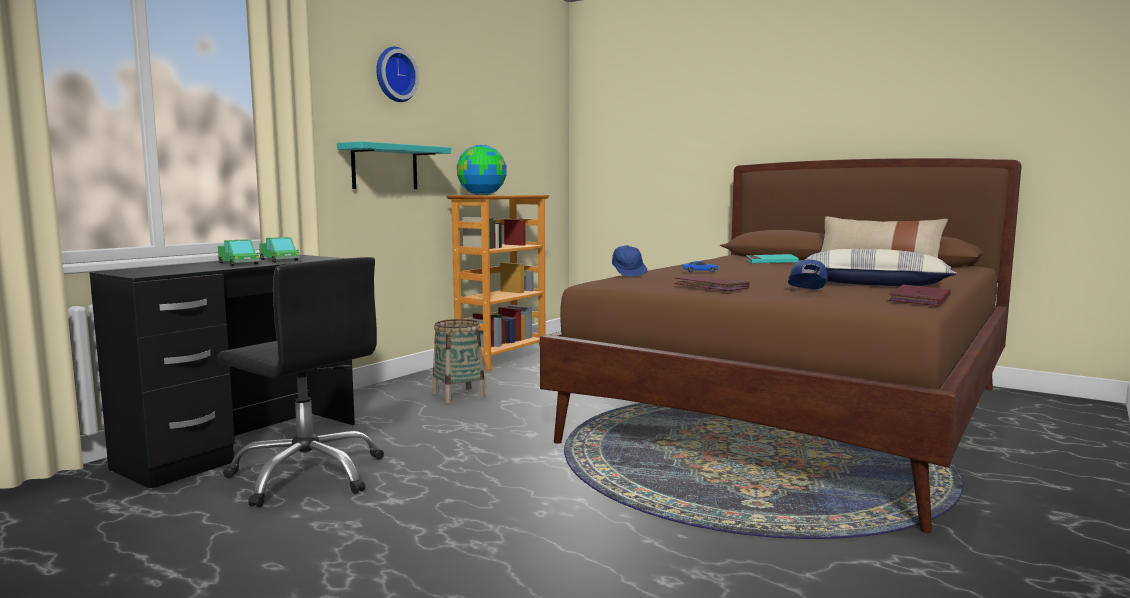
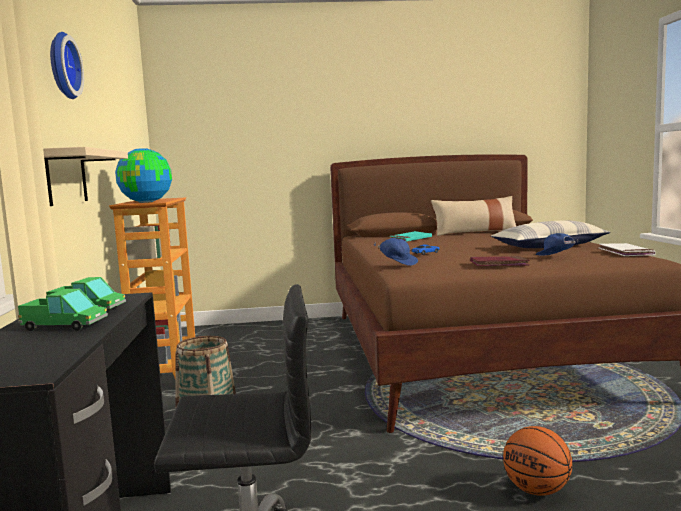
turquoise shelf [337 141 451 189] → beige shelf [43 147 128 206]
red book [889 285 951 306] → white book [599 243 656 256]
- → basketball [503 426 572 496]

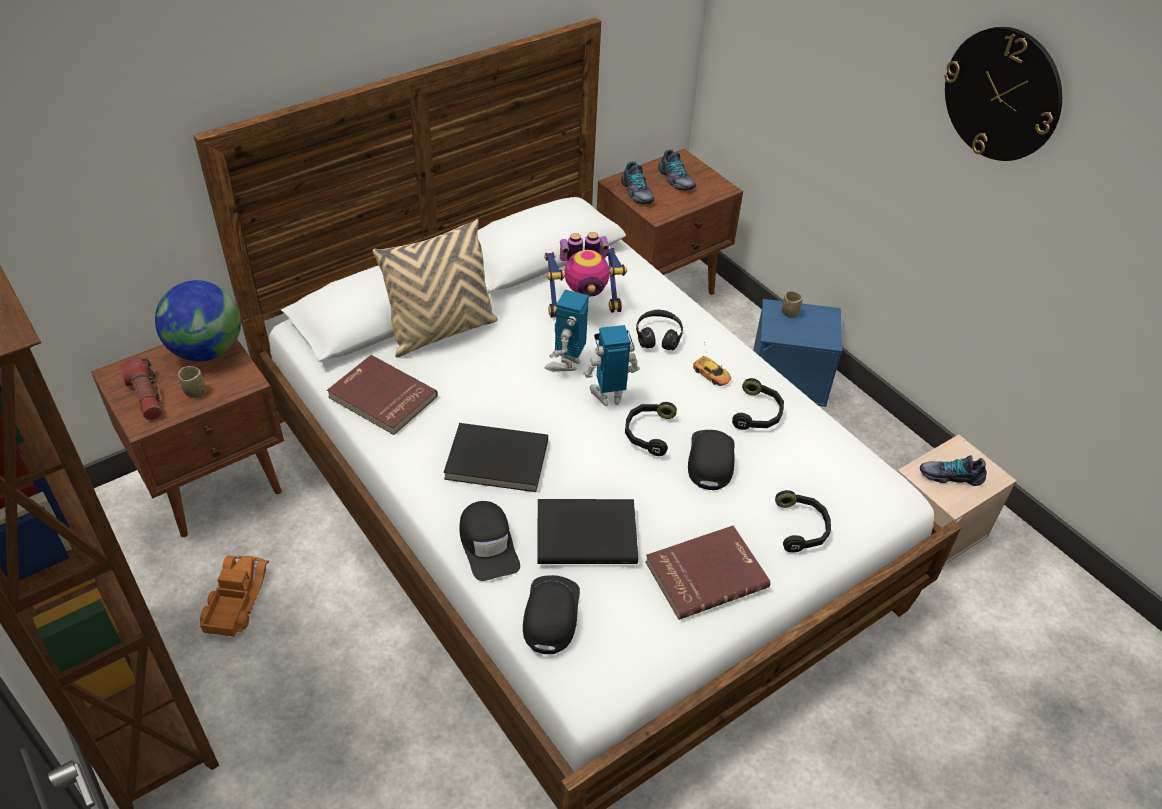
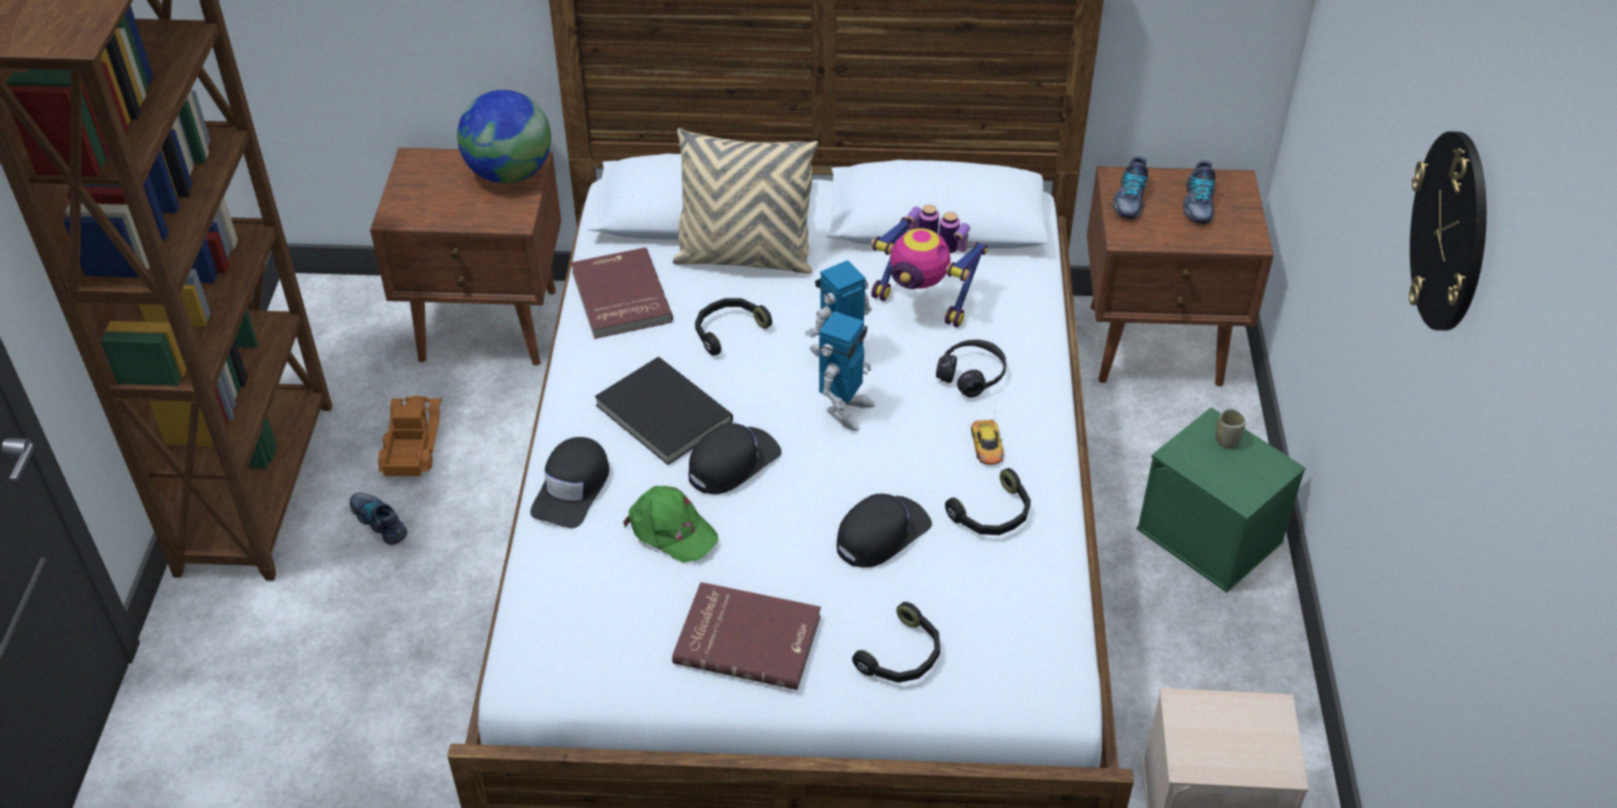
blue storage box [753 299 842 407] → green storage box [1136 407 1306 593]
toy robot [582 325 639 406] → toy robot [819 311 875 431], 90 degrees clockwise
flashlight [119 356 162 420] → -
cup [178 366 205 398] → -
black headphones [625 402 677 456] → black headphones [695 298 772 356], move
shoe [920 455 987 486] → shoe [350 493 408 545], move
black book [537 499 638 564] → green cap [623 486 719 563]
toy truck [199 556 269 637] → toy truck [378 395 442 476], 45 degrees counterclockwise
black cap [523 575 580 654] → black cap [689 423 782 494], move

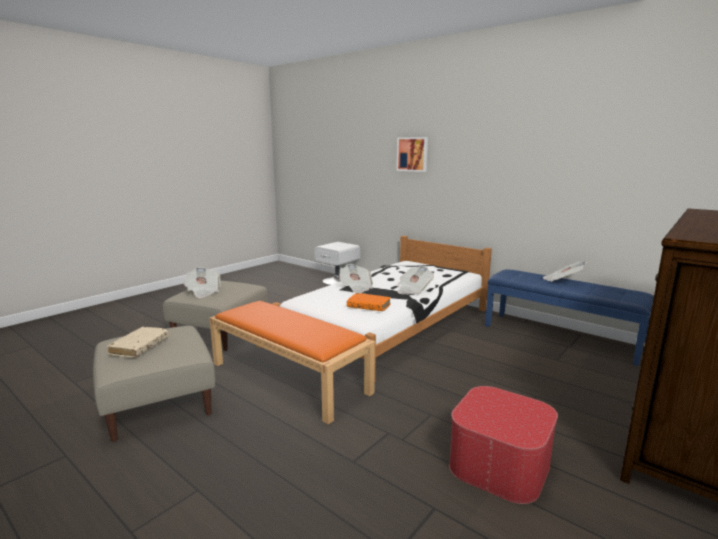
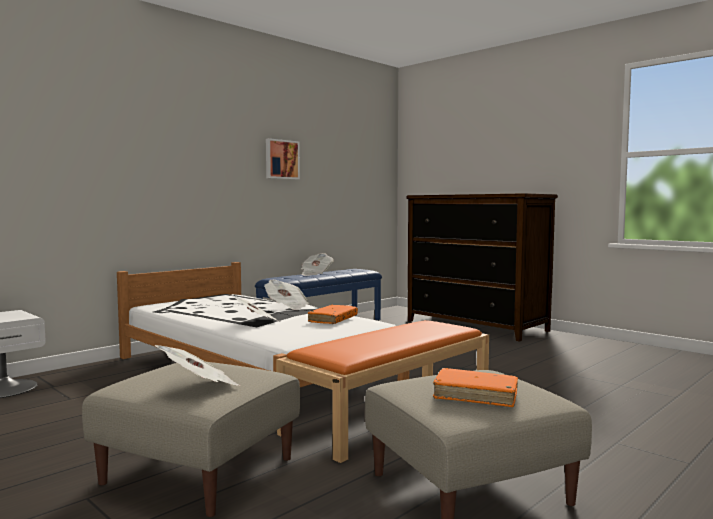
picture [397 137 428 172] → picture [266 138 300 179], move
beige book [107 327 169 357] → orange book [433 368 518 407]
ottoman [449 386 558 504] → -

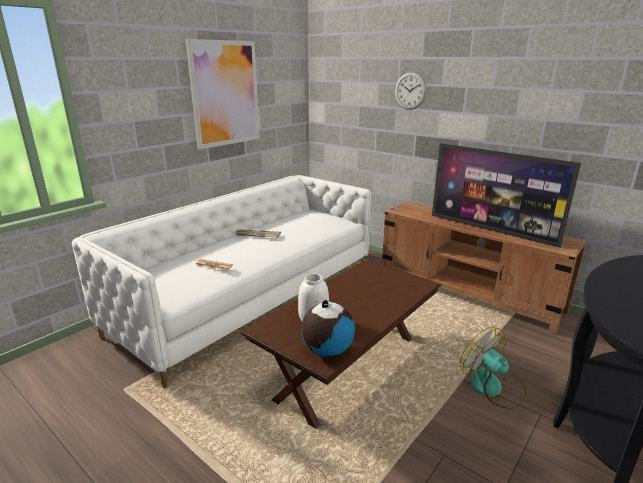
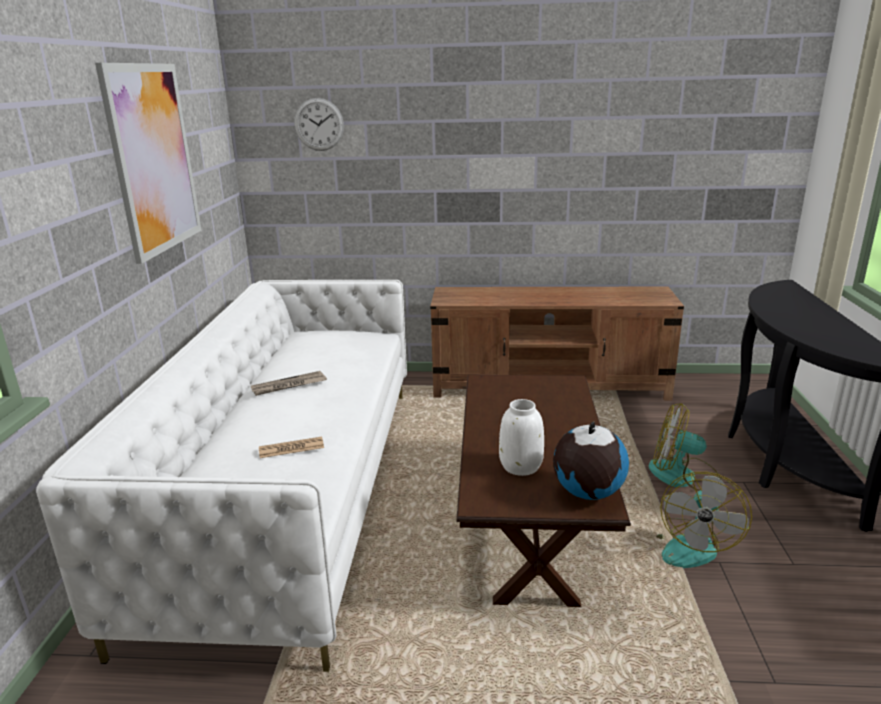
wall clock [395 72 427 110] → wall clock [294 98 344 151], move
television [432 143 581 248] → -
- → fan [656 472 752 568]

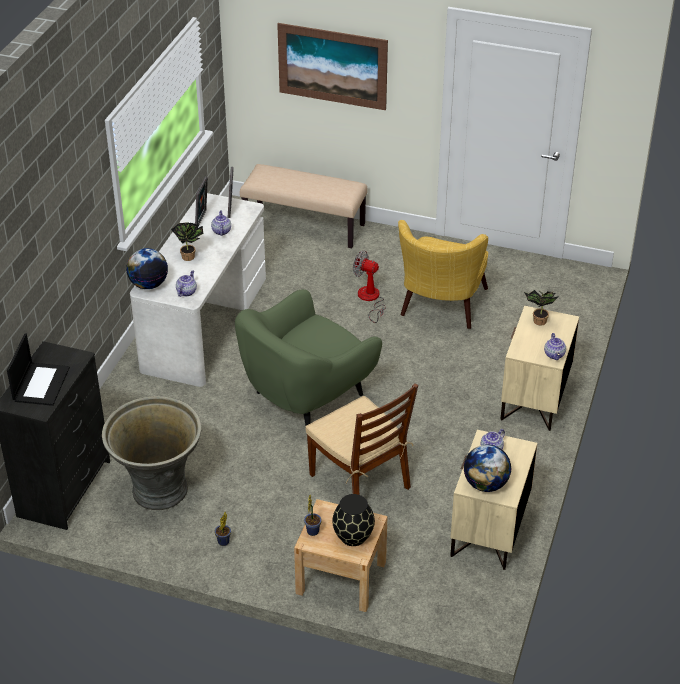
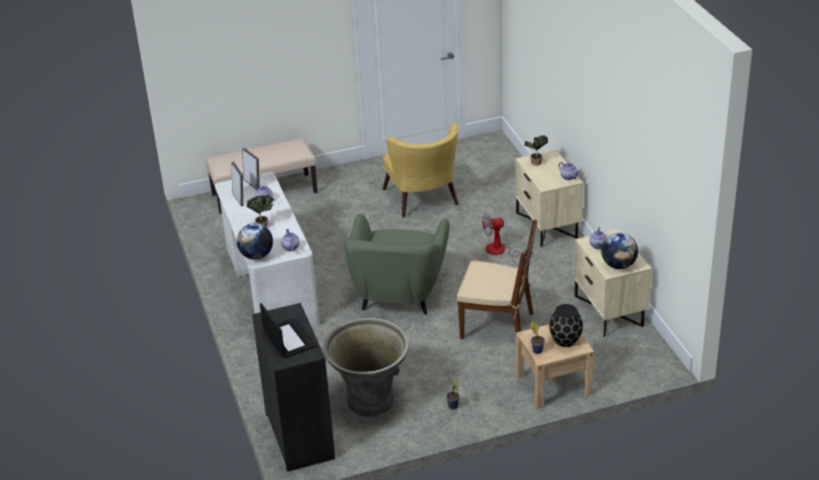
picture [277 23 388 110] → -
fan [353 251 385 323] → fan [482 213 533 265], move

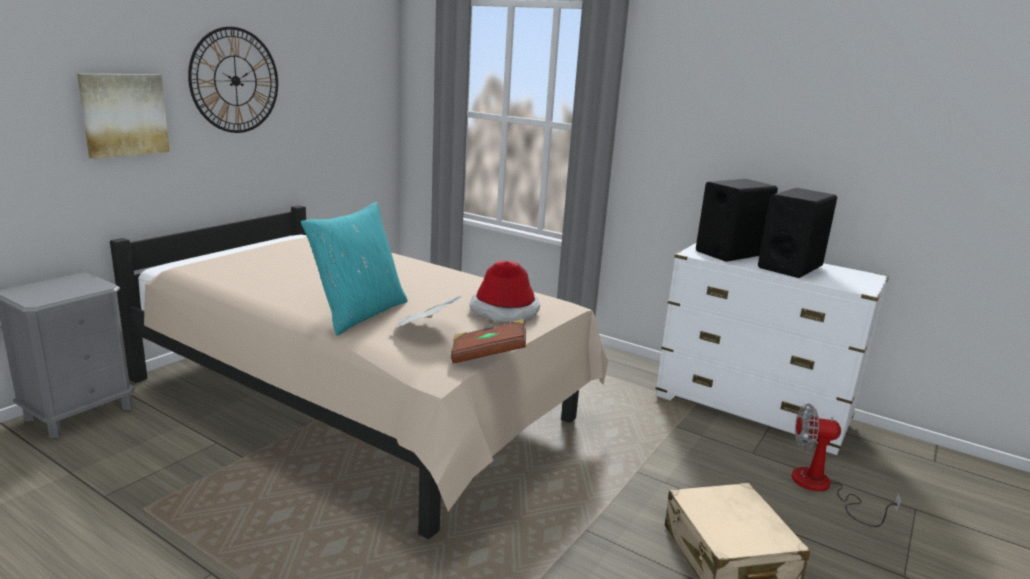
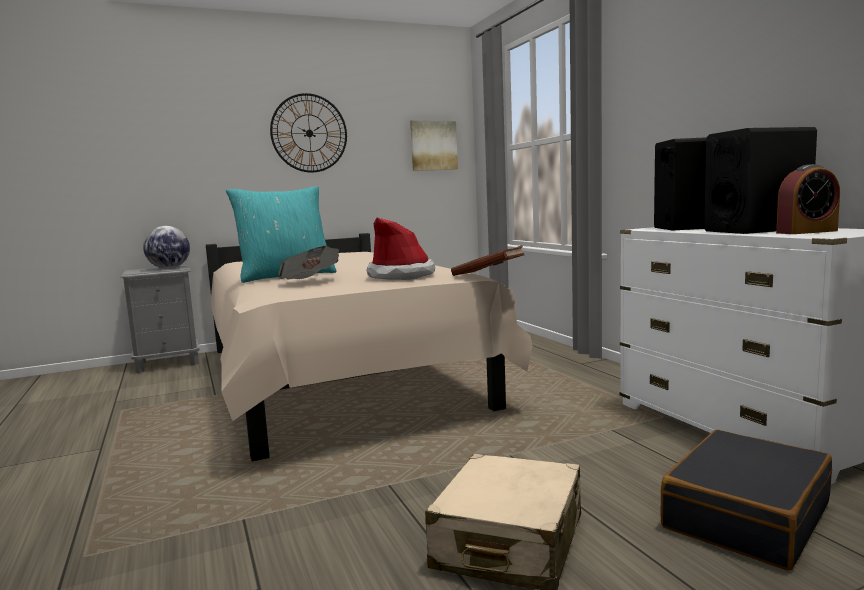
picture [77 74 170 159] → picture [410 120 458 171], move
brown book [451 319 526 364] → brown book [451 245 524 276], move
fan [791 404 901 527] → black suitcase [660 430 832 570]
- → alarm clock [776 164 840 234]
- → globe [143 226 190 269]

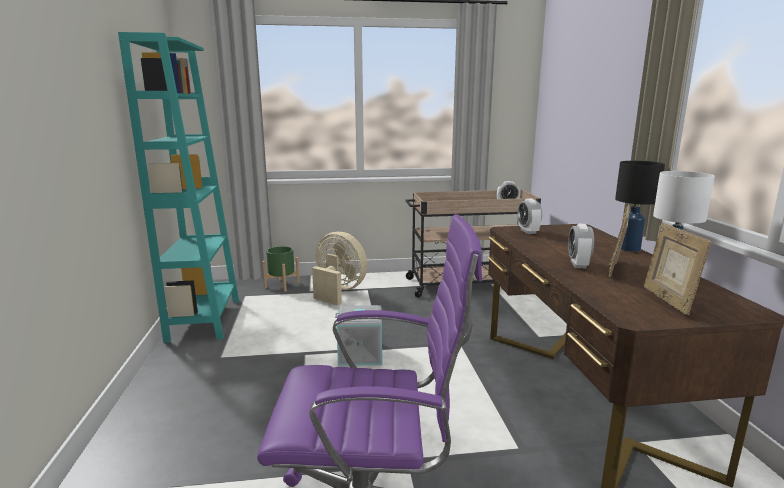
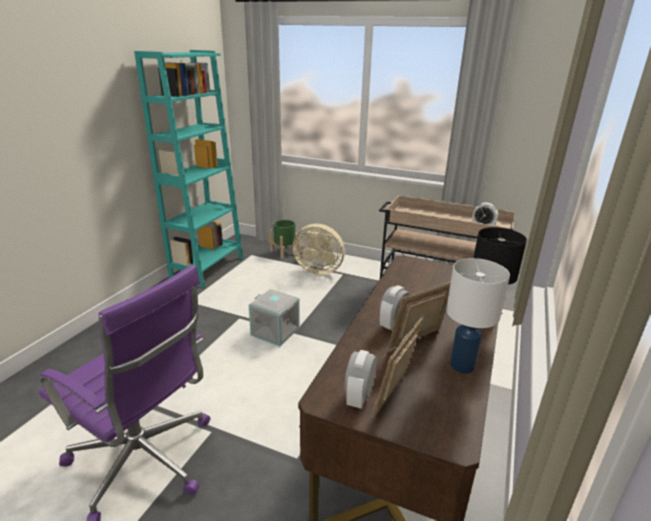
alarm clock [518 199 542 234] → alarm clock [344 350 377 408], move
beige fan [312 232 367 306] → beige fan [293 224 345 275], 135 degrees clockwise

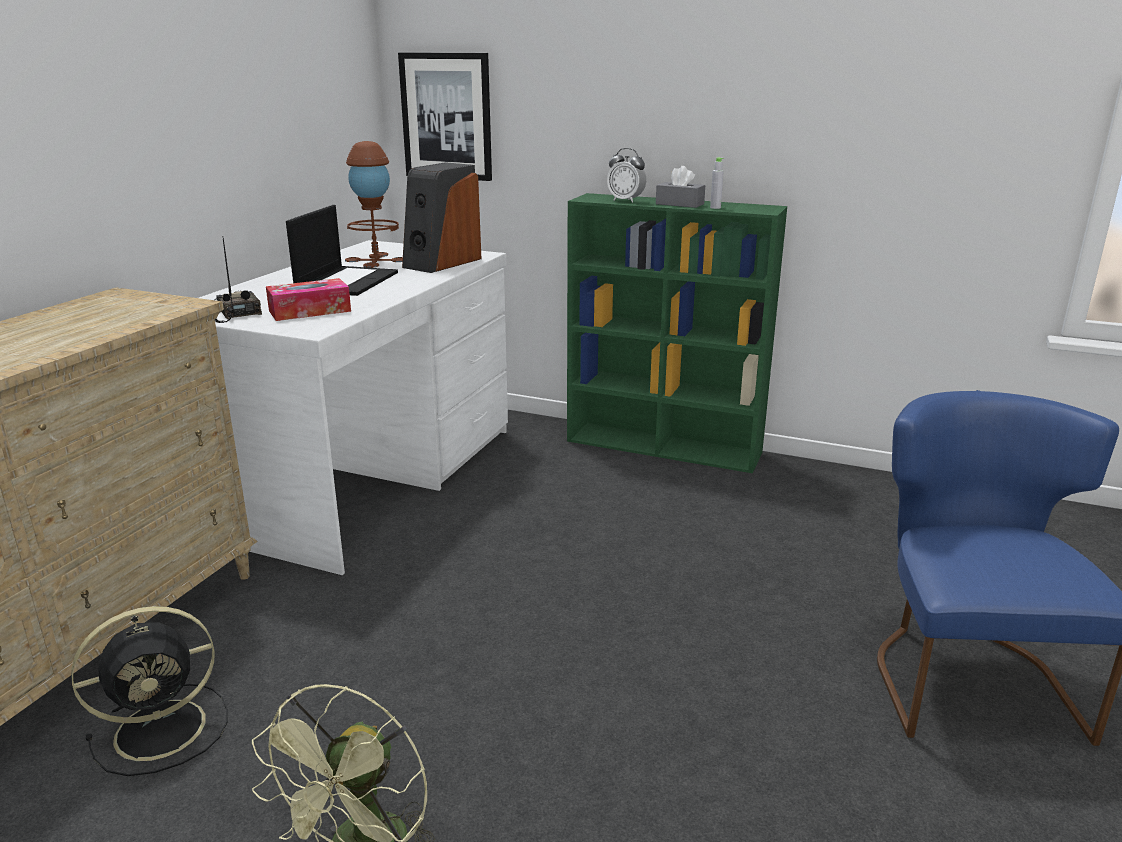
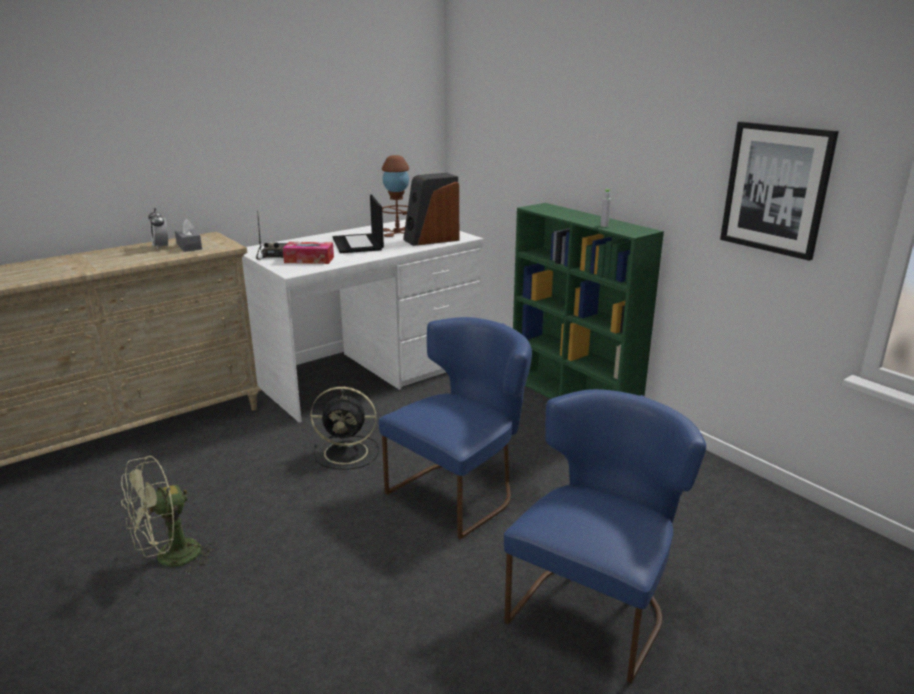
picture [398 53 492 181] → picture [720 121 839 261], move
alarm clock [607 148 646 203] → alarm clock [148 208 168 250], move
grey tissue box [656 166 705 208] → grey tissue box [175 219 202 252], move
laptop [286 205 398 296] → laptop [333 195 384 253], 120 degrees clockwise
black fan [72 606 228 776] → black fan [310 387 379 470], move
- → blue chair [379 317 532 539]

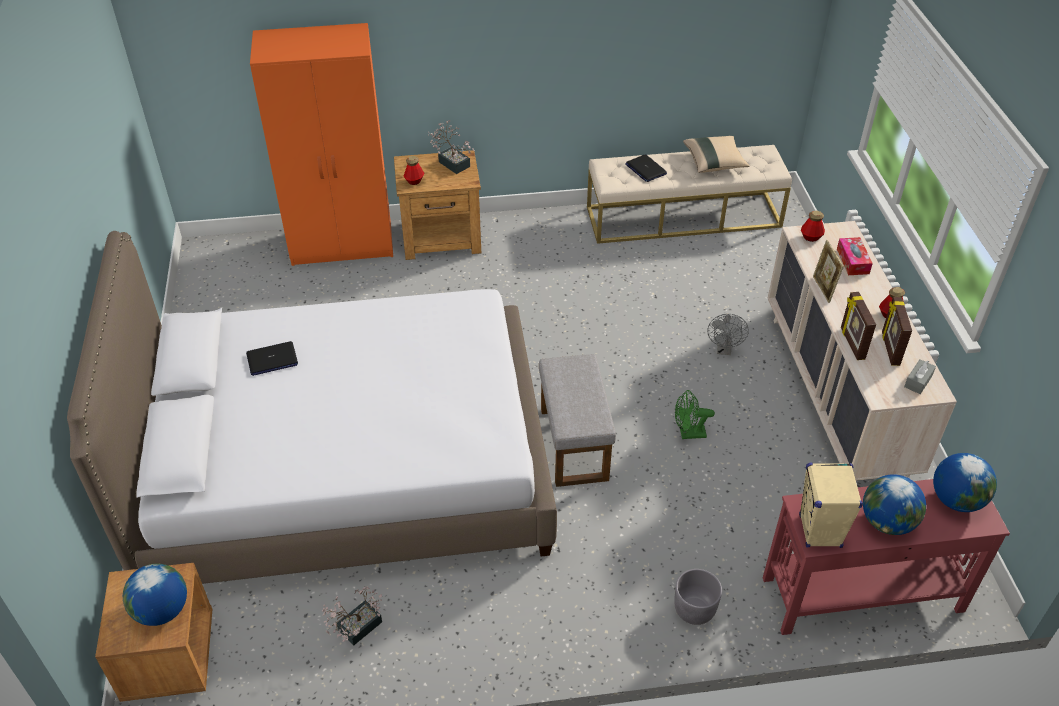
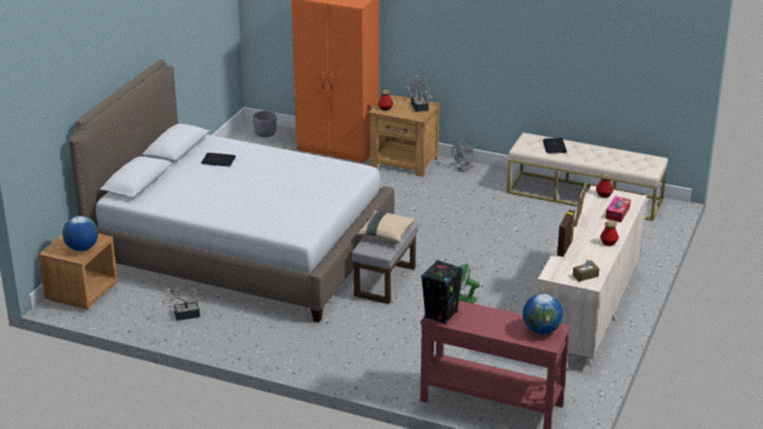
beige pillow [683 136 750 173] → beige pillow [357 211 415 242], move
picture frame [882 297 912 366] → -
grey fan [708 314 749 355] → grey fan [451 139 474 172], move
grey tissue box [904 359 936 394] → brown tissue box [573 260 599 282]
beige speaker [799 462 863 548] → black speaker [421 260 463 325]
globe [863 474 926 535] → -
grey planter [674 569 722 625] → grey planter [253 111 277 137], move

